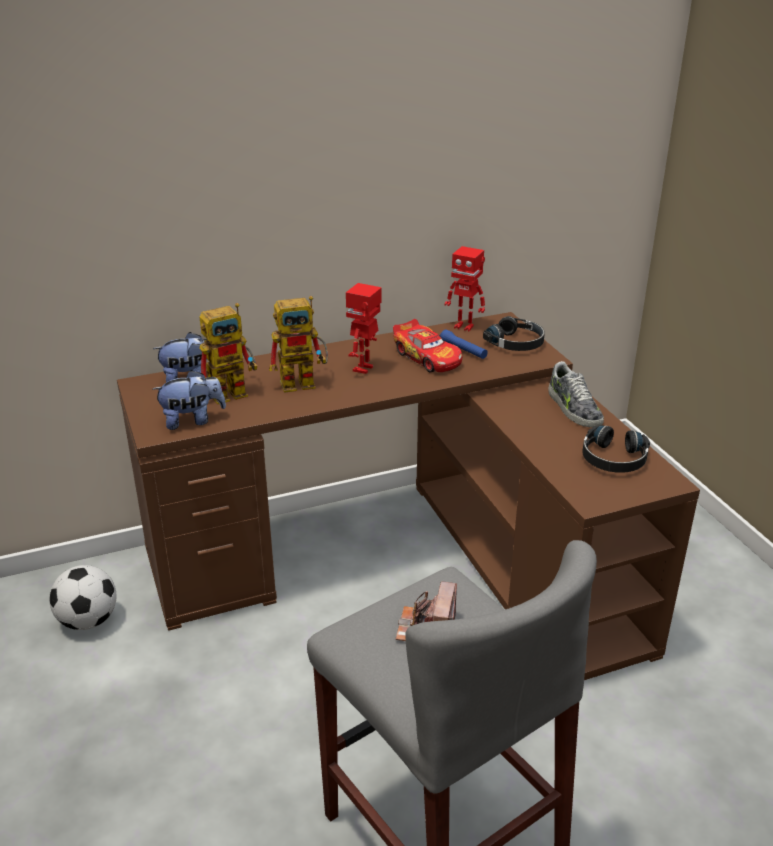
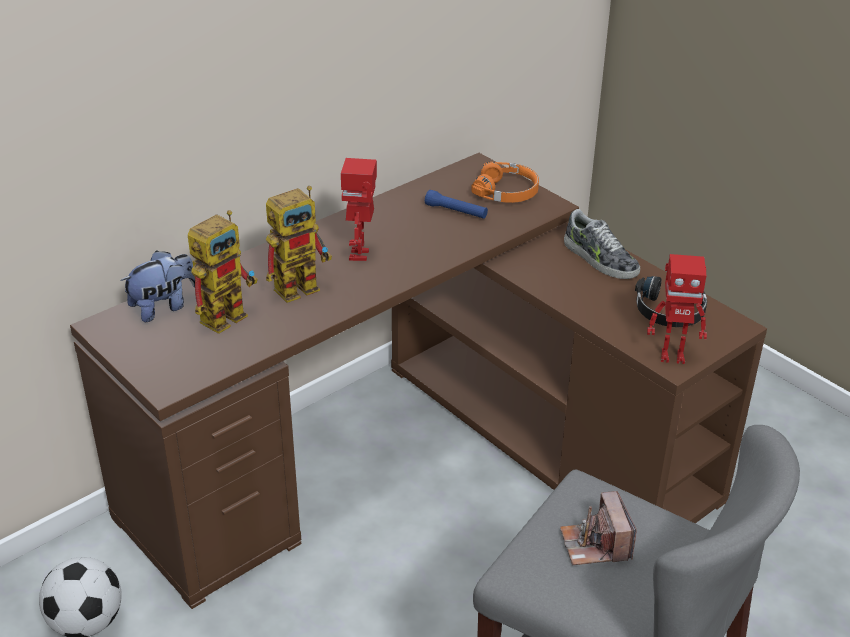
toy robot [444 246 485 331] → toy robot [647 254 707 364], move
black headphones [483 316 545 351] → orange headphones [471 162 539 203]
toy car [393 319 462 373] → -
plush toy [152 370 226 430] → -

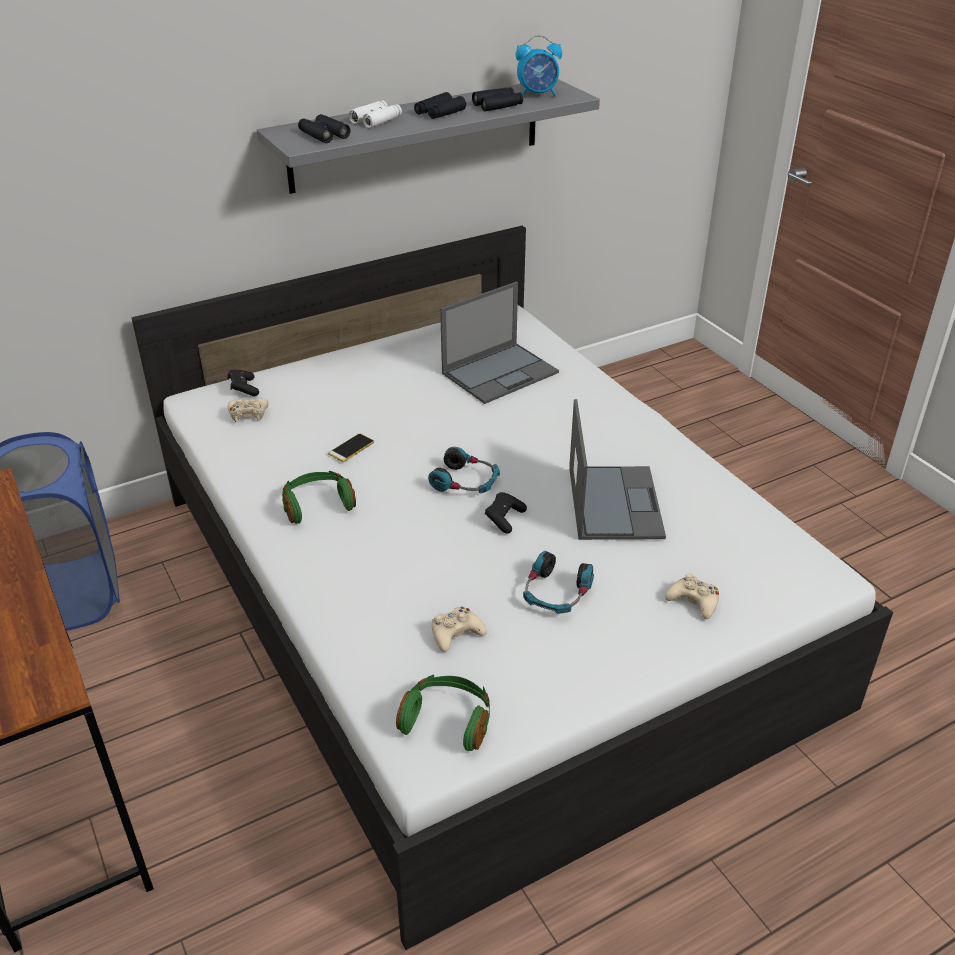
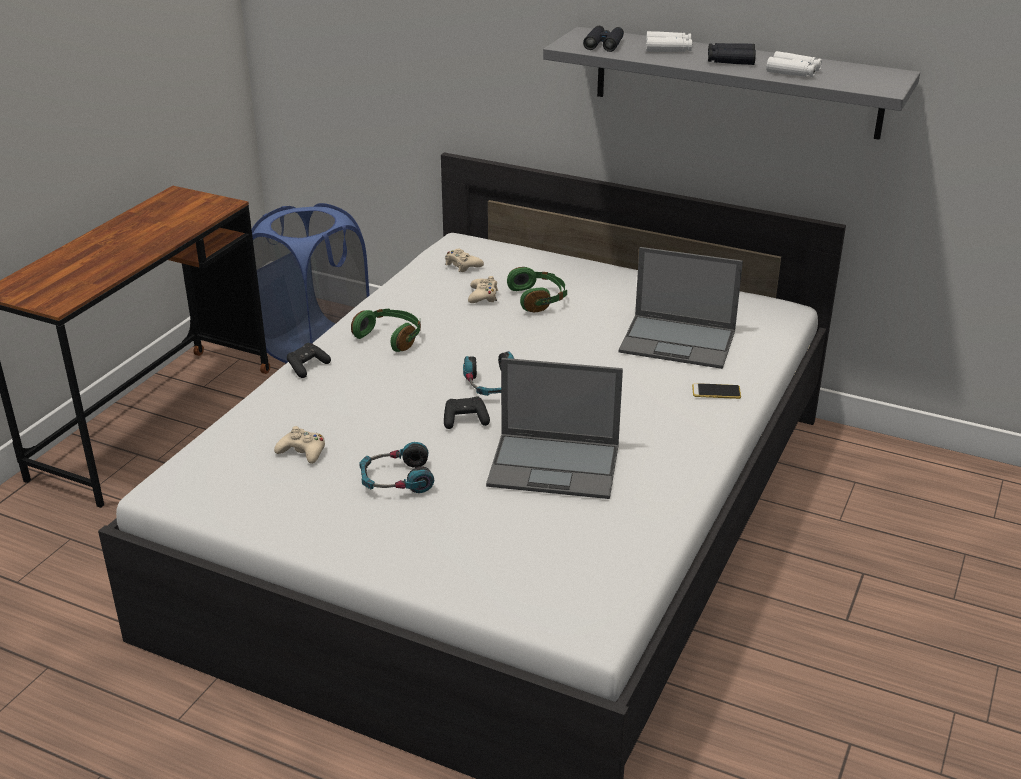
alarm clock [516 35 562 97] → -
black binoculars [472 87 523 111] → white binoculars [766 51 822 77]
black game controller [228 369 259 396] → black game controller [287 343 331 378], move
laptop [569 399 666 540] → laptop [486 358 623 499], 45 degrees clockwise
phone [329 434 374 462] → phone [692 383 741 399], move
beige game controller [665 573 719 619] → beige game controller [468 276 498 303], move
green headphones [396 675 490 751] → green headphones [507 267 567 312], move

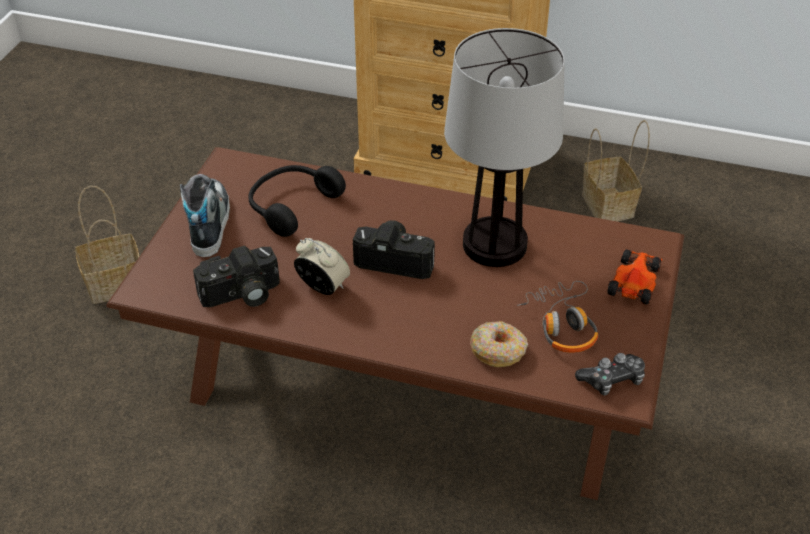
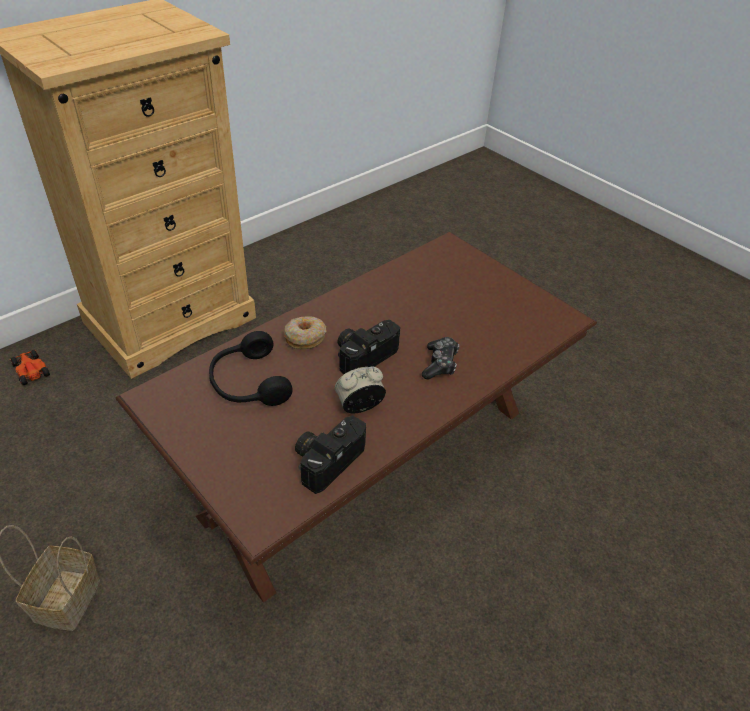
table lamp [444 28 565 267] → -
basket [582 120 650 221] → -
shoe [180 174 230 257] → -
photo camera [193 246 280 307] → photo camera [295 415 366 494], 150 degrees counterclockwise
toy car [607 249 663 304] → toy car [9 350 50 385], move
headphones [517 281 598 353] → -
donut [470 321 528 367] → donut [284 317 326 350], move
game controller [575 353 645 395] → game controller [422 337 459 380], move

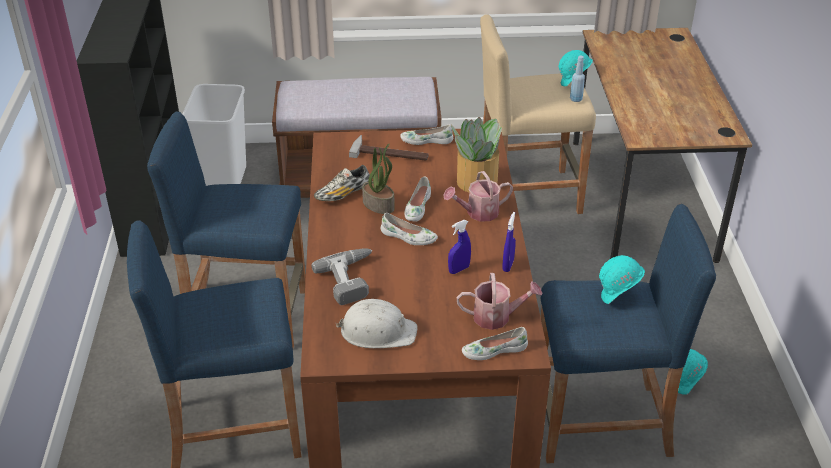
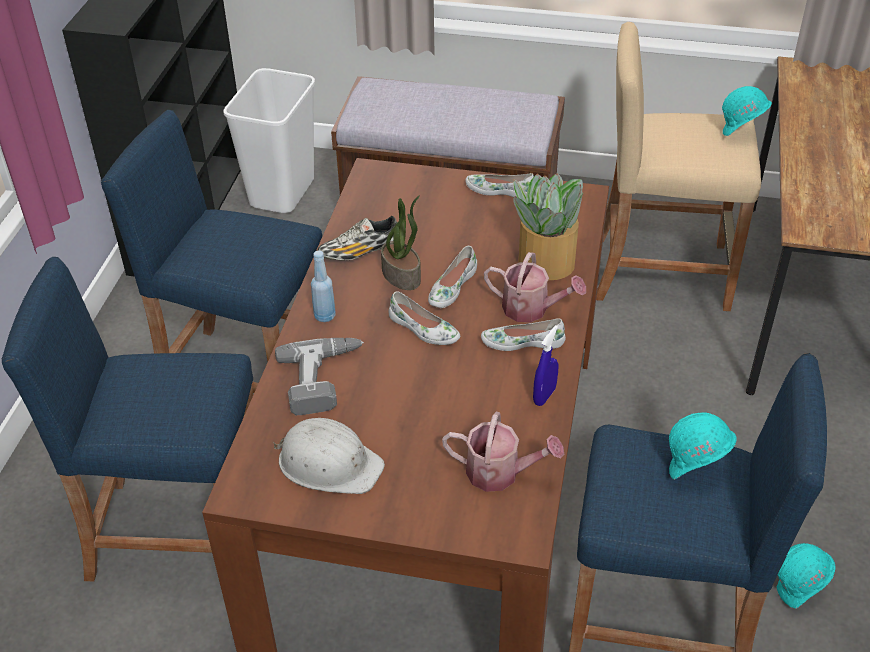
blue bottle [570 56 585 102] → blue bottle [311 251 336 322], move
hammer [349 135 429 161] → -
watering can [444 171 513 222] → watering can [484 252 586 322], 150 degrees counterclockwise
blue spray bottle [448 220 471 274] → -
white shoe [462 327 528 360] → white shoe [481 318 566 351], move

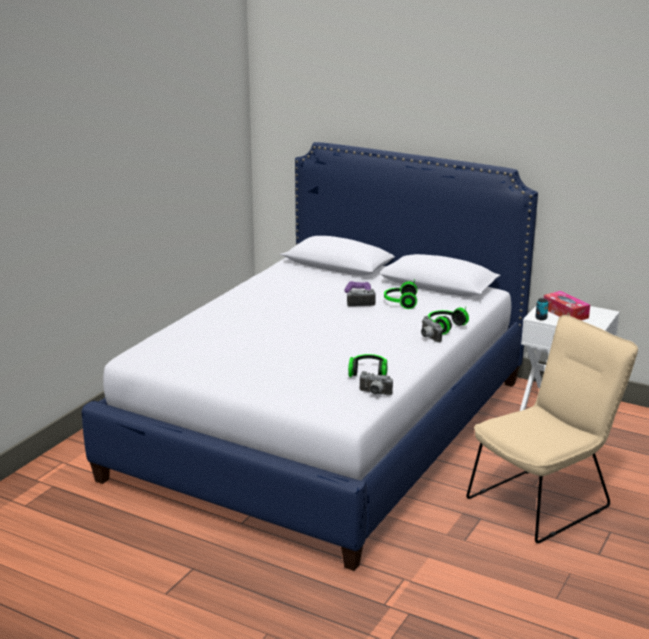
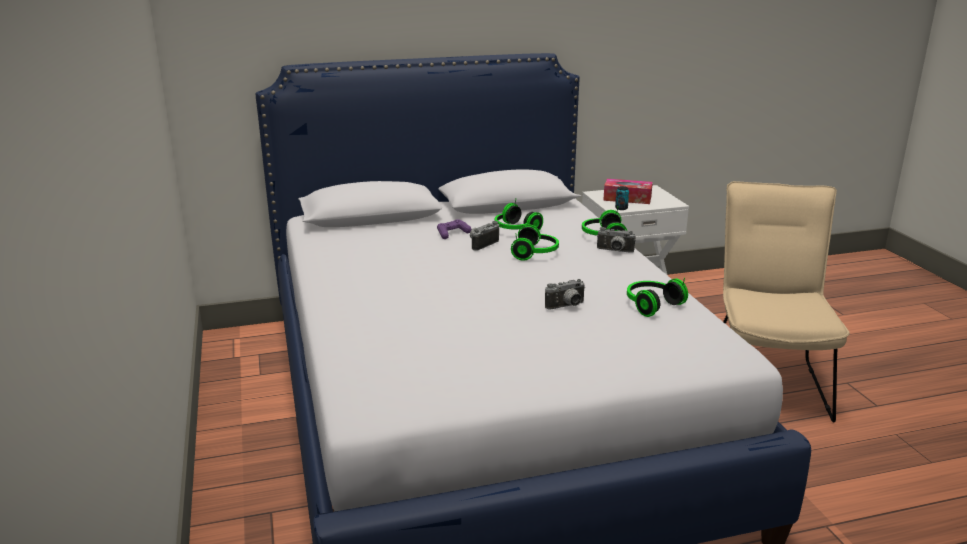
photo camera [359 371 393 396] → photo camera [545 279 586 309], move
- → headphones [511 224 559 261]

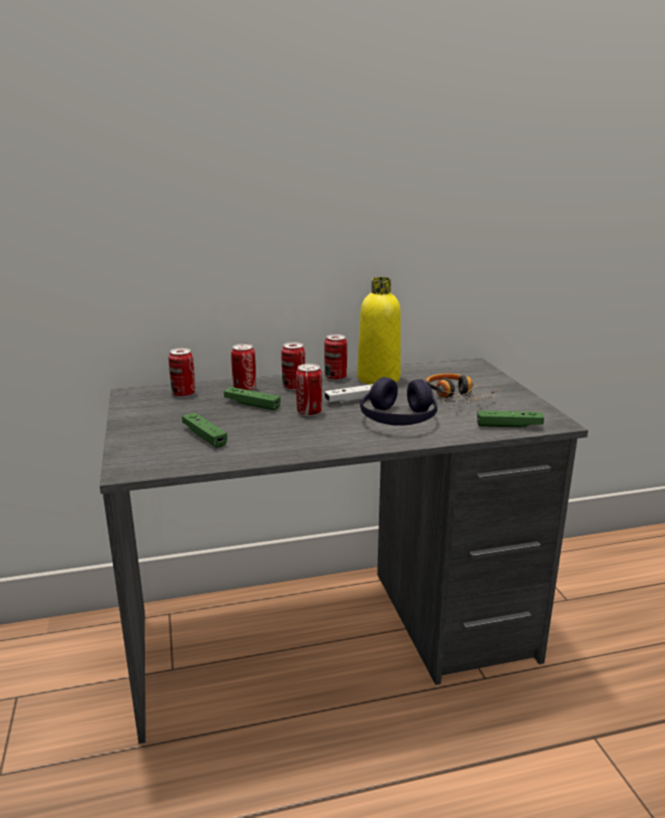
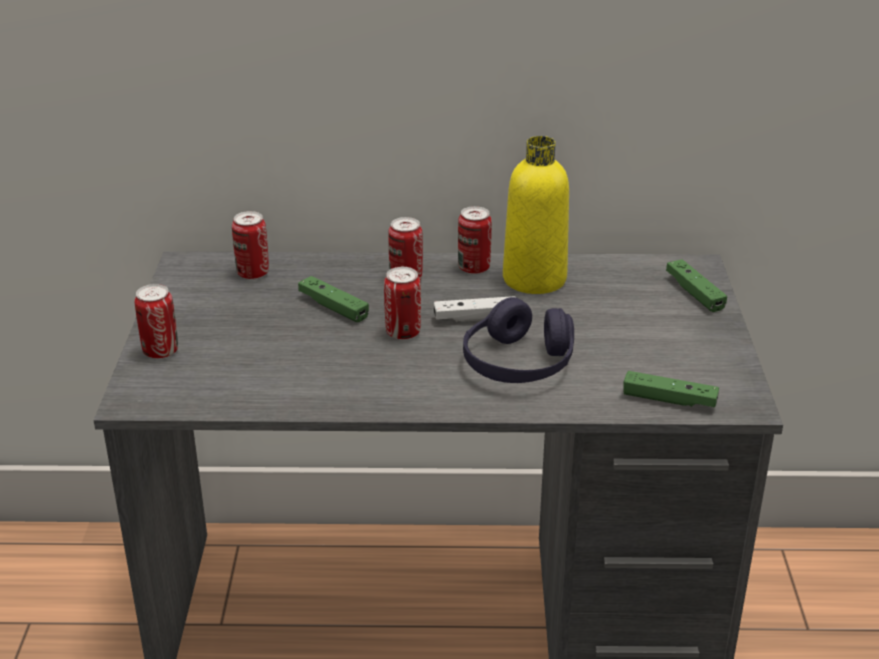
can [231 344 256 391] → can [135 284 178 359], move
headphones [426 374 498 405] → -
green game controller [182 413 227 448] → green game controller [666 259 727 312], move

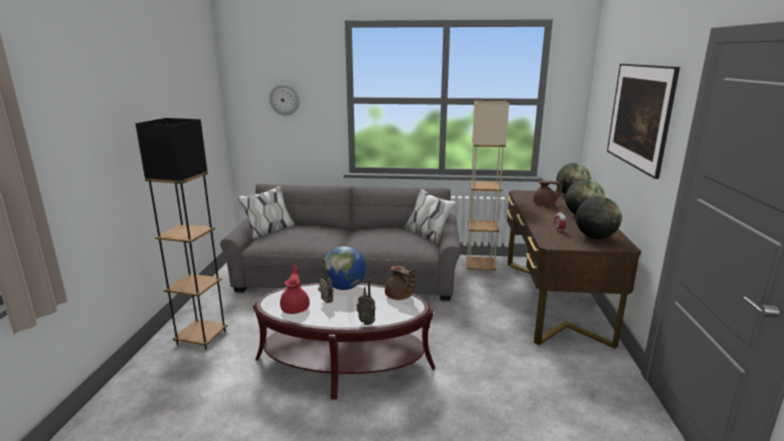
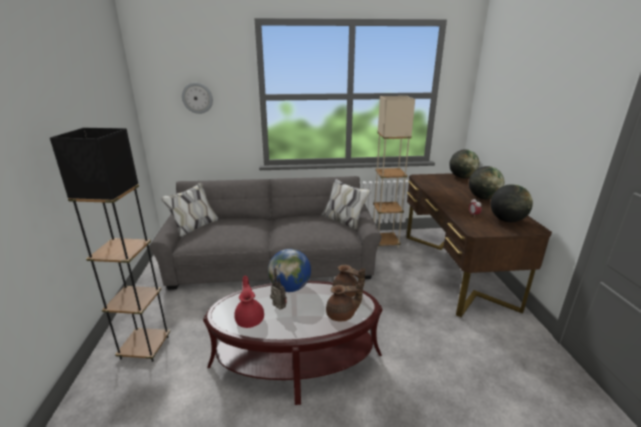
picture [607 64 680 179] → -
brown teapot [533 176 563 206] → brown teapot [326 280 363 321], move
radio [356 280 376 325] → -

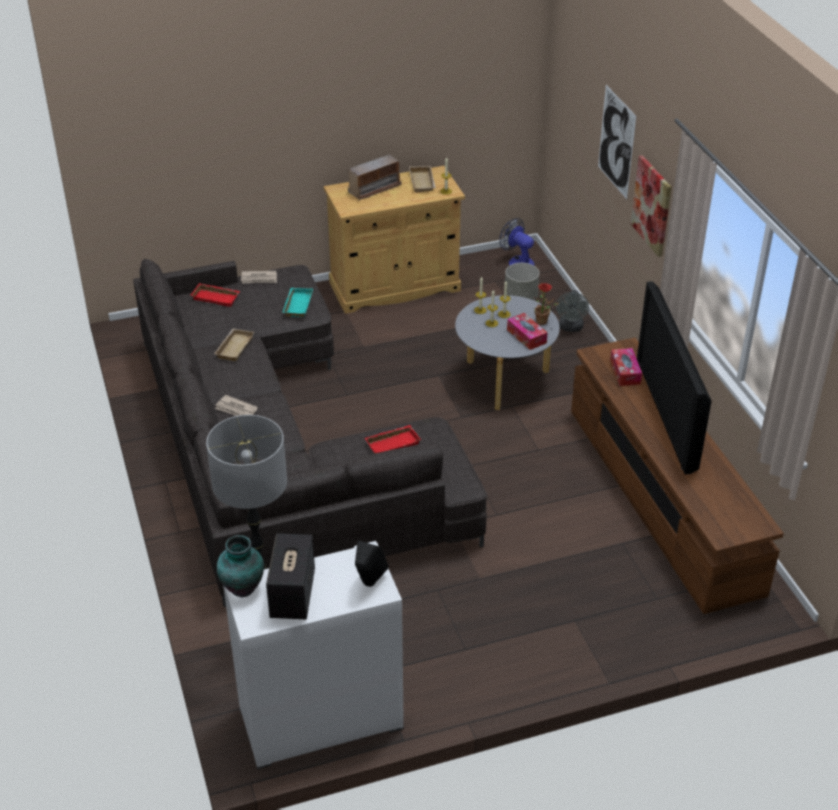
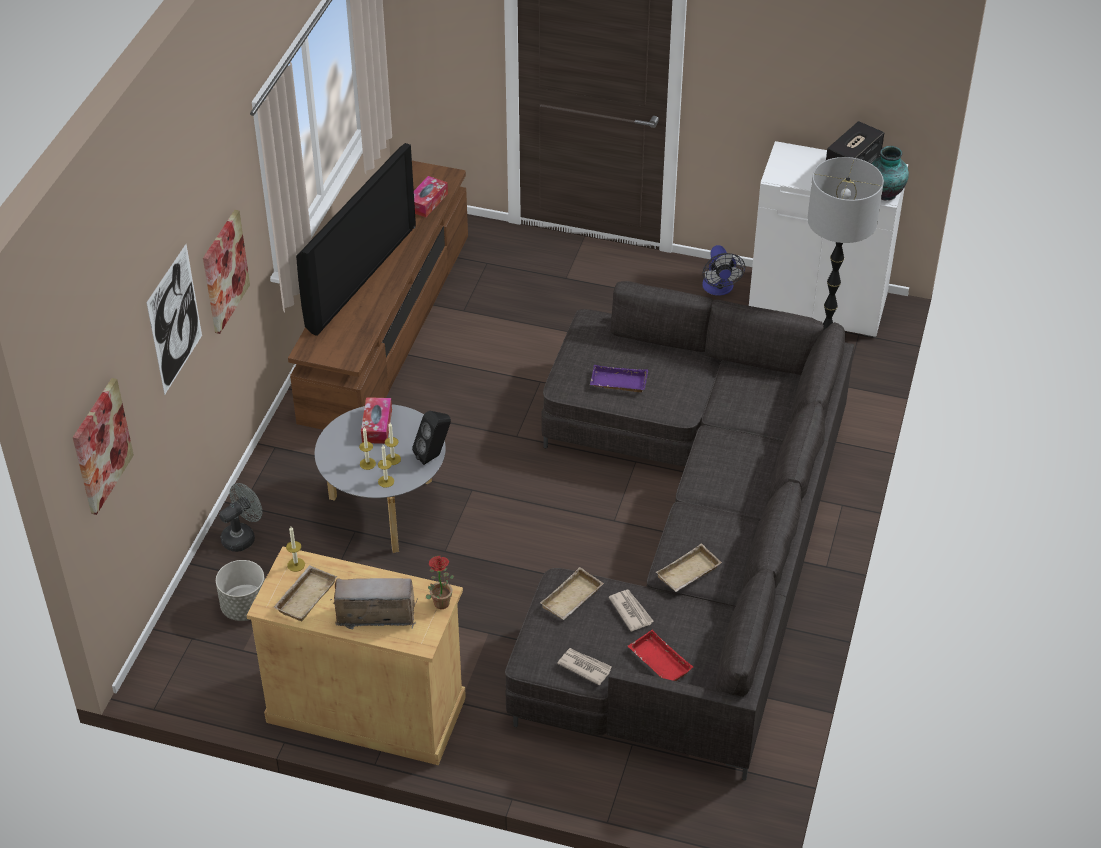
fan [499 218 534 265] → fan [702 245 745 295], move
potted plant [534 283 559 325] → potted plant [426 556 454 609], move
turquoise tray [282 288 313 317] → beige tray [540 567 604 620]
tissue box [610 348 642 386] → tissue box [414 176 448 217], move
newspaper [215 395 258 416] → newspaper [609 590 654 632], move
red tray [365 425 421 454] → purple tray [590 365 648 392]
black speaker [355 540 389 587] → black speaker [412 411 451 465], move
- → picture [72 378 134 515]

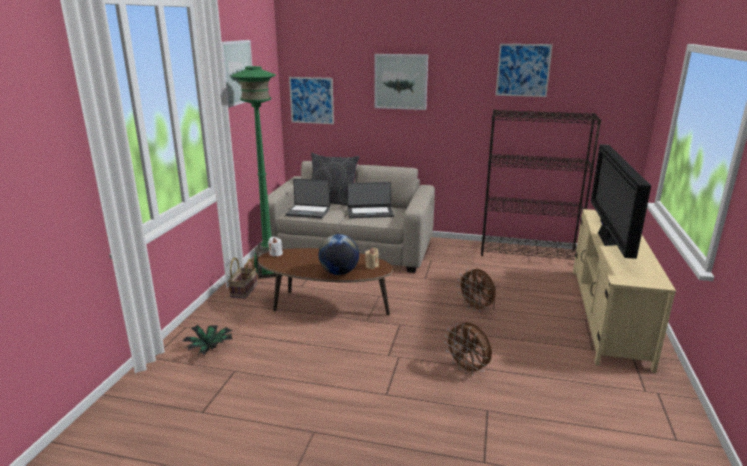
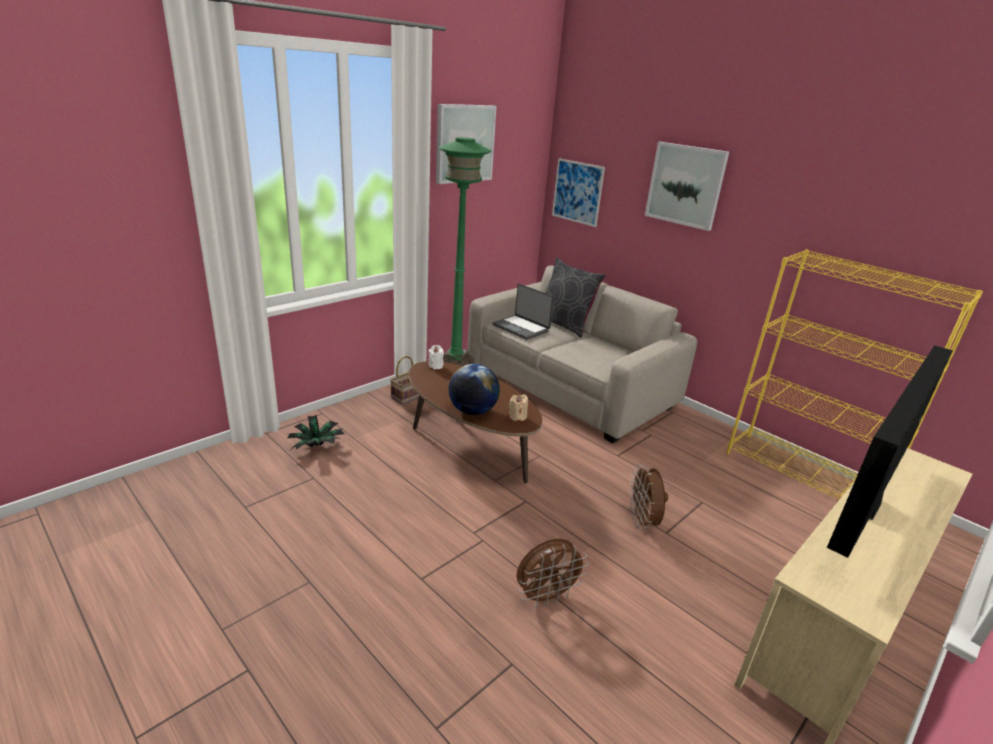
picture [496 44 553 97] → -
black bookcase [481 110 601 260] → yellow bookcase [726 250 983 500]
laptop [347 182 394 218] → -
brown fan [444 322 492 376] → brown fan [516 539 589 607], 105 degrees counterclockwise

